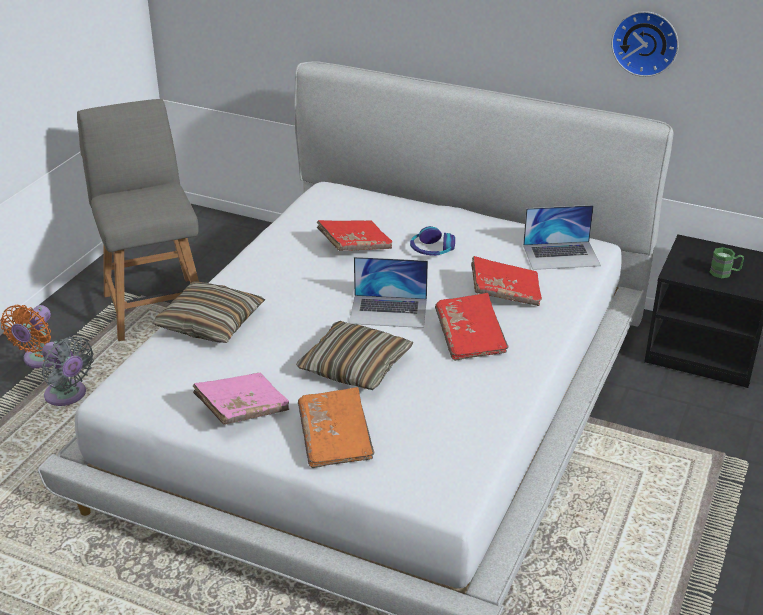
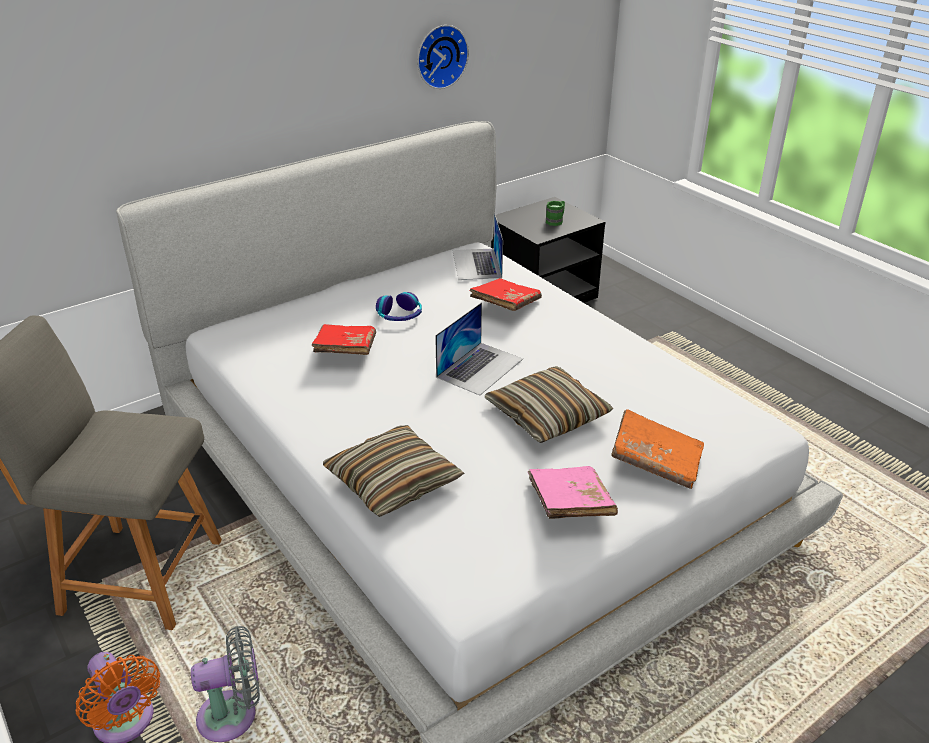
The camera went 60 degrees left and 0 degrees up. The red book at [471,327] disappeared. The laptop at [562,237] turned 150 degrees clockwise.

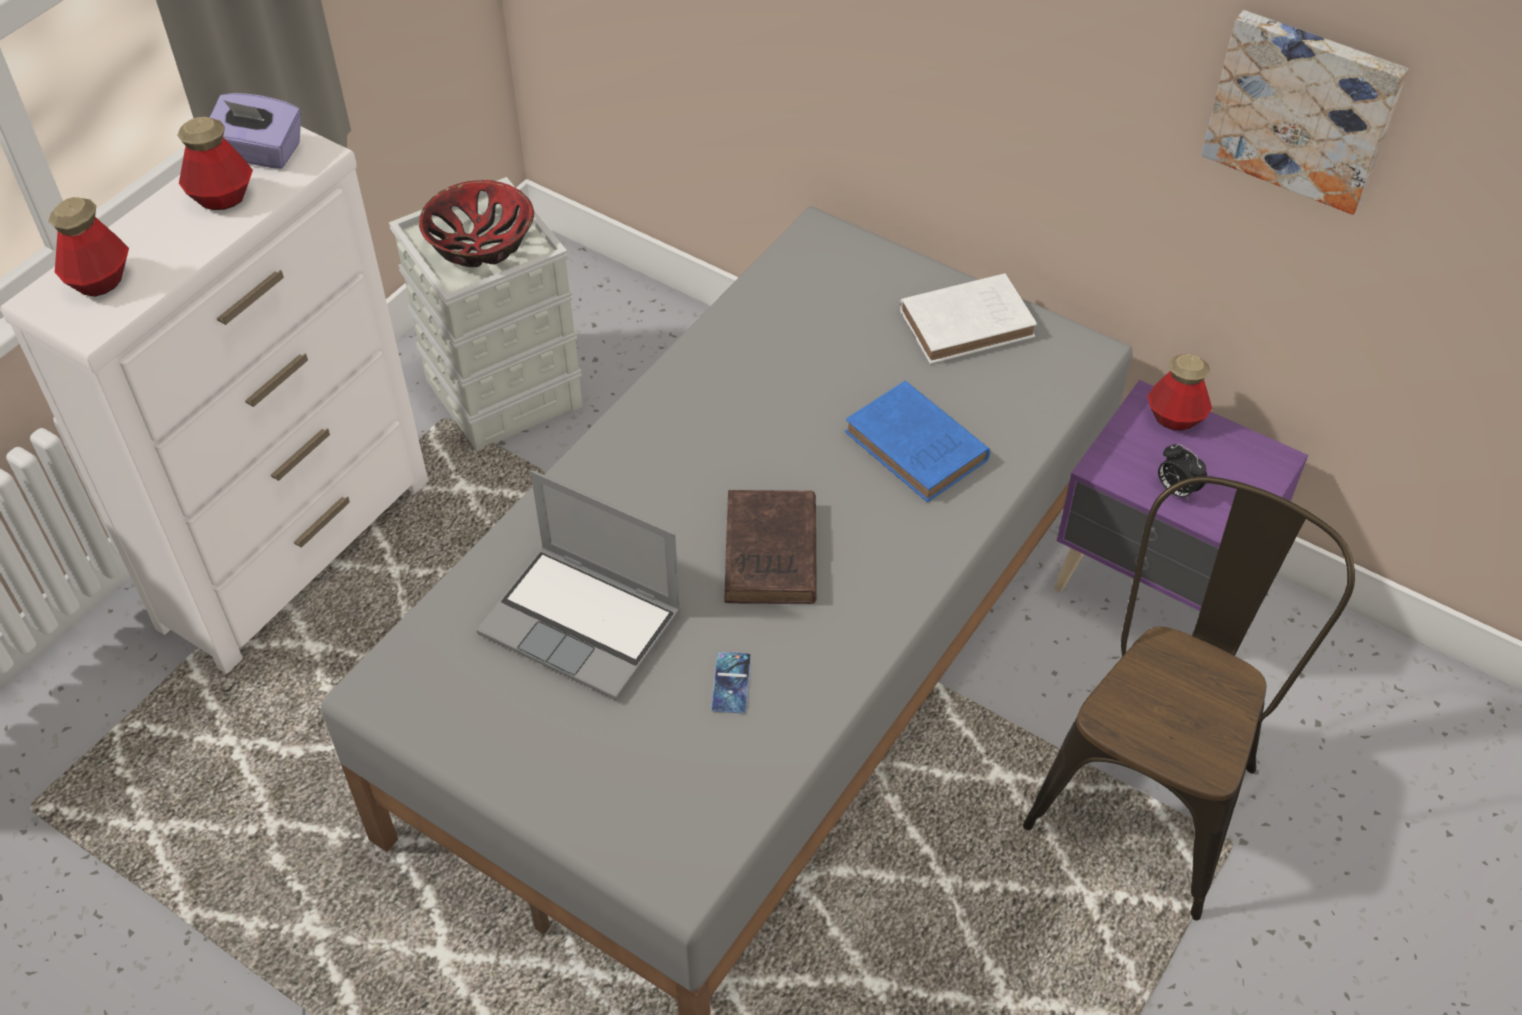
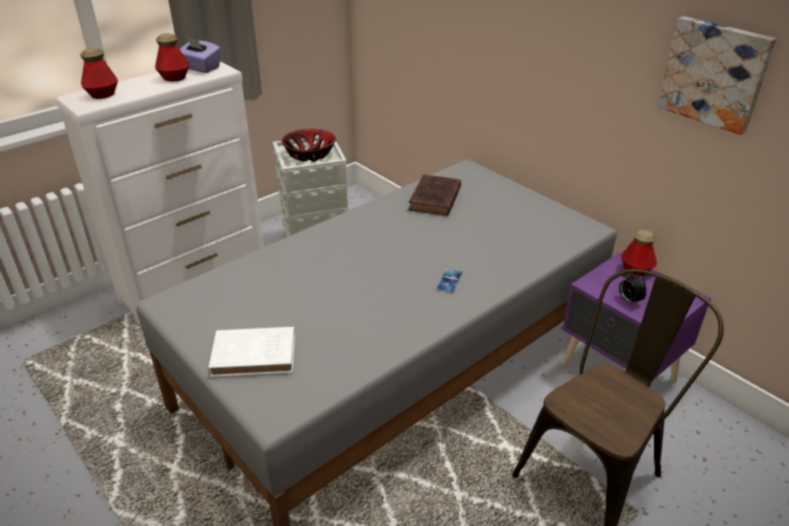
The camera went 15 degrees right and 15 degrees down. The laptop at [579,585] disappeared. The phone moved from [731,682] to [449,281]. The brown book moved from [770,547] to [434,195]. The blue book at [917,441] disappeared. The white book moved from [968,318] to [252,352].

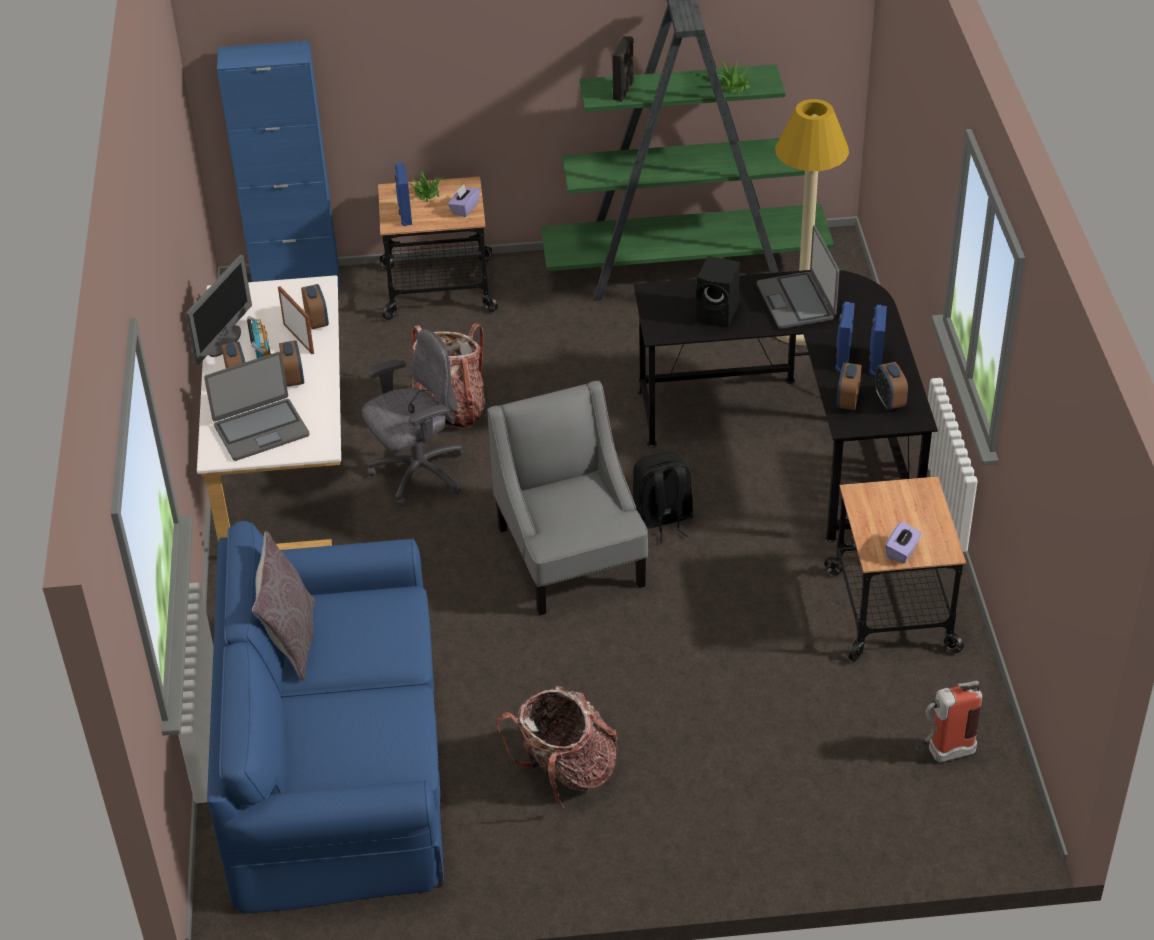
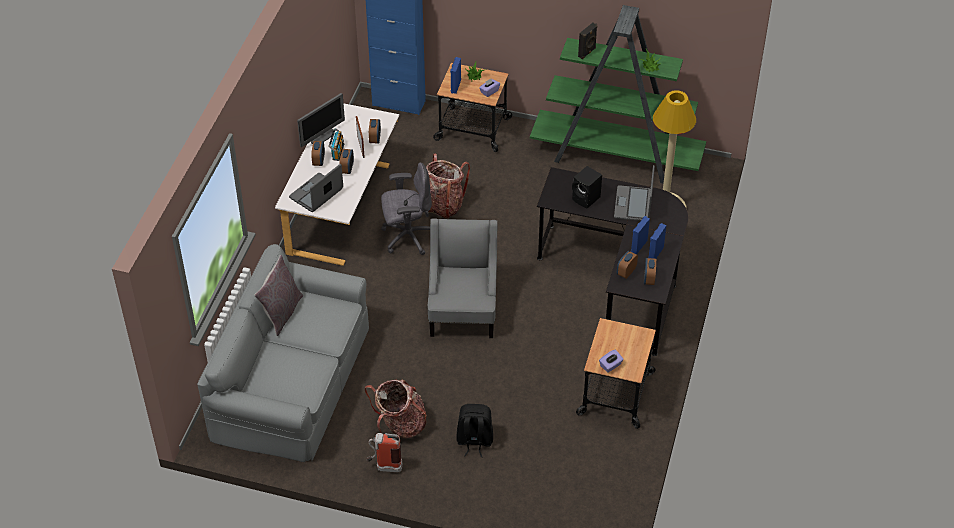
The camera went 20 degrees right and 5 degrees up. The laptop at [257,406] turned 135 degrees clockwise. The blue sofa at [325,717] became the grey sofa at [283,353]. The black backpack moved from [663,497] to [474,430]. The fire extinguisher moved from [948,721] to [384,452].

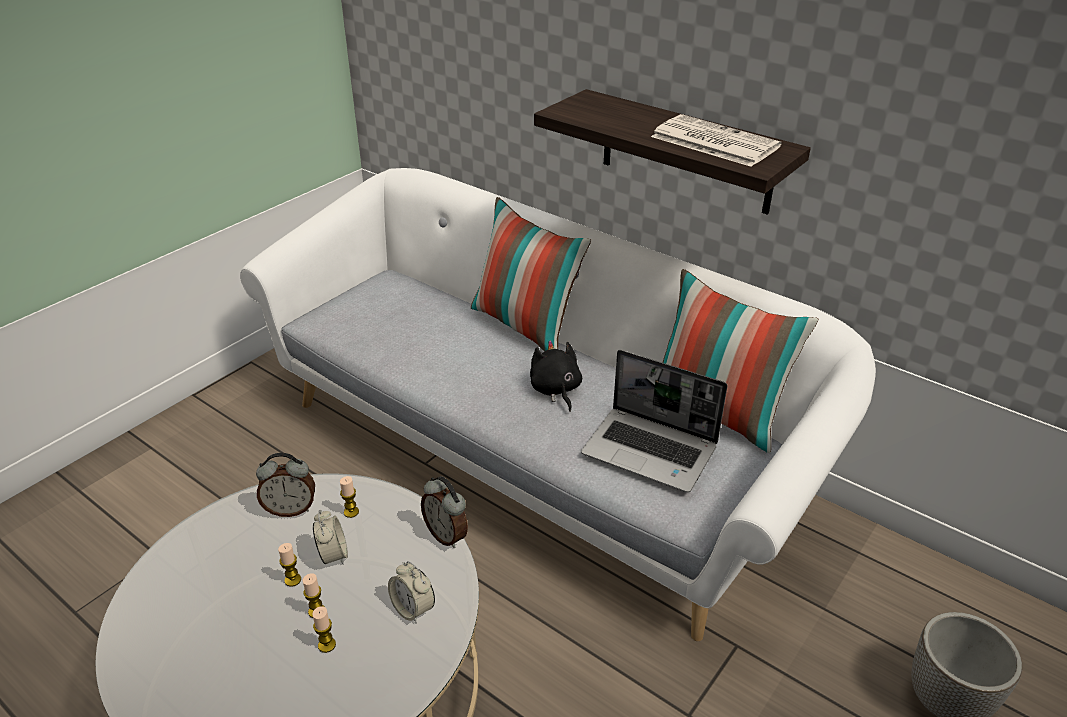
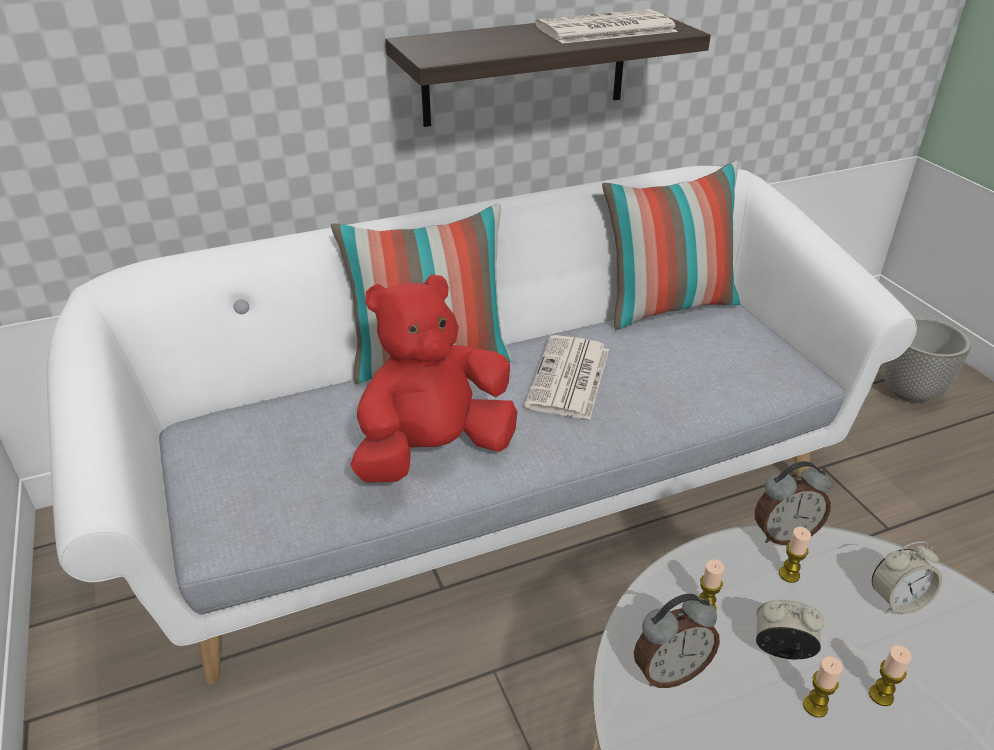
The camera went 60 degrees left and 0 degrees up. The alarm clock at [285,485] turned 45 degrees clockwise. The candle moved from [324,629] to [795,555]. The black plush toy at [556,376] was replaced by the newspaper at [566,377]. The laptop at [654,421] disappeared. The red plush toy at [433,378] appeared.

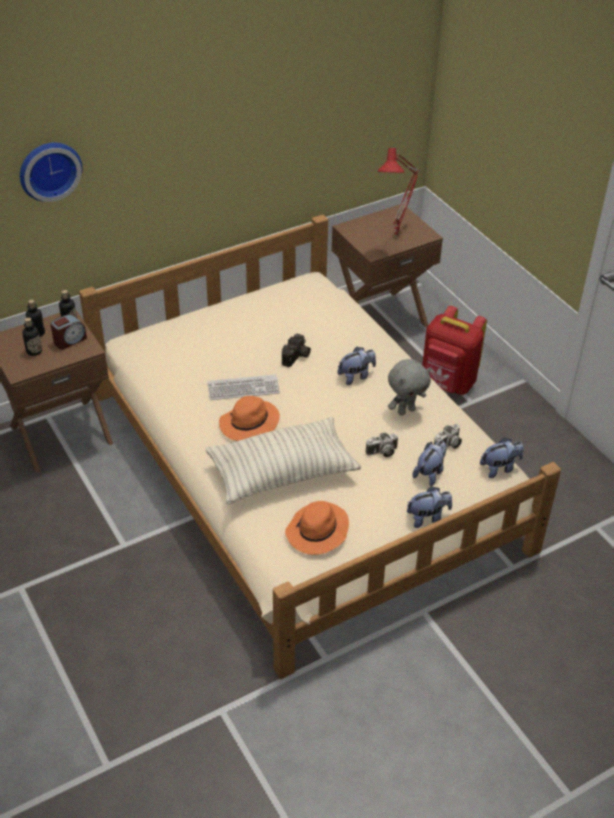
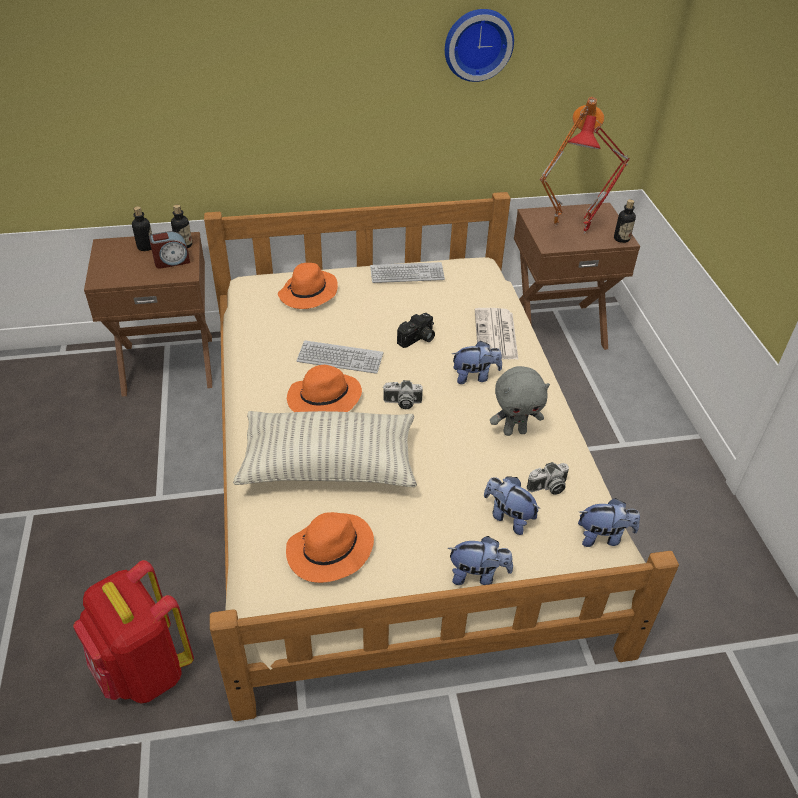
The camera went 20 degrees right and 0 degrees up. The wall clock moved from [51,172] to [479,45]. The bottle moved from [32,336] to [625,221]. The photo camera moved from [381,444] to [403,394]. The plush toy at [429,463] turned 105 degrees counterclockwise. The red backpack moved from [454,350] to [133,632]. The orange hat at [308,286] appeared. The keyboard at [407,272] appeared. The newspaper at [496,333] appeared. The orange table lamp at [572,162] appeared.

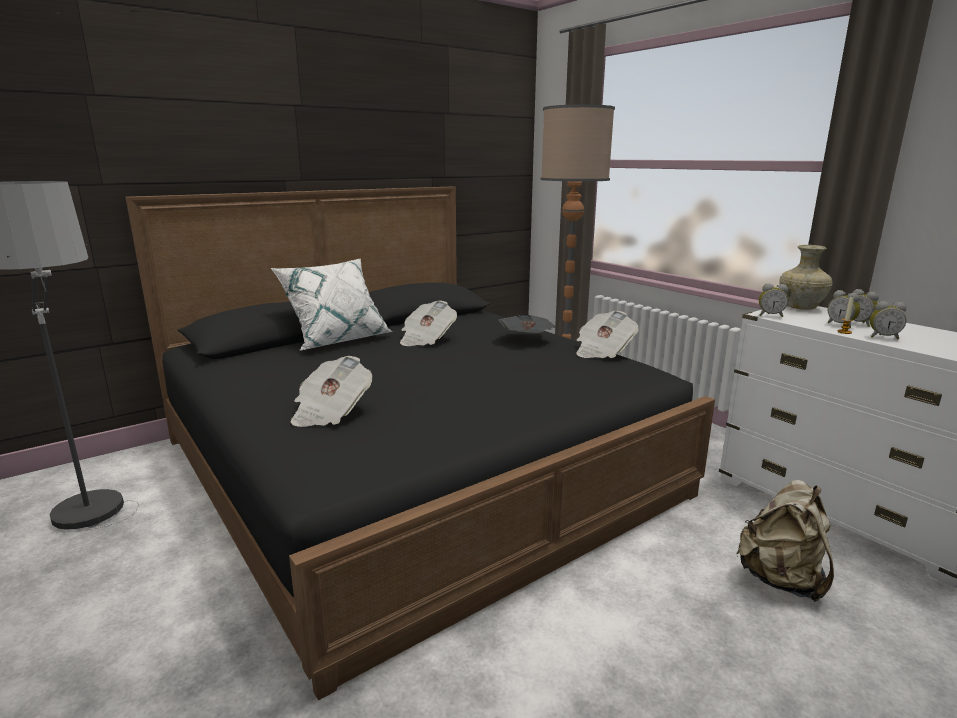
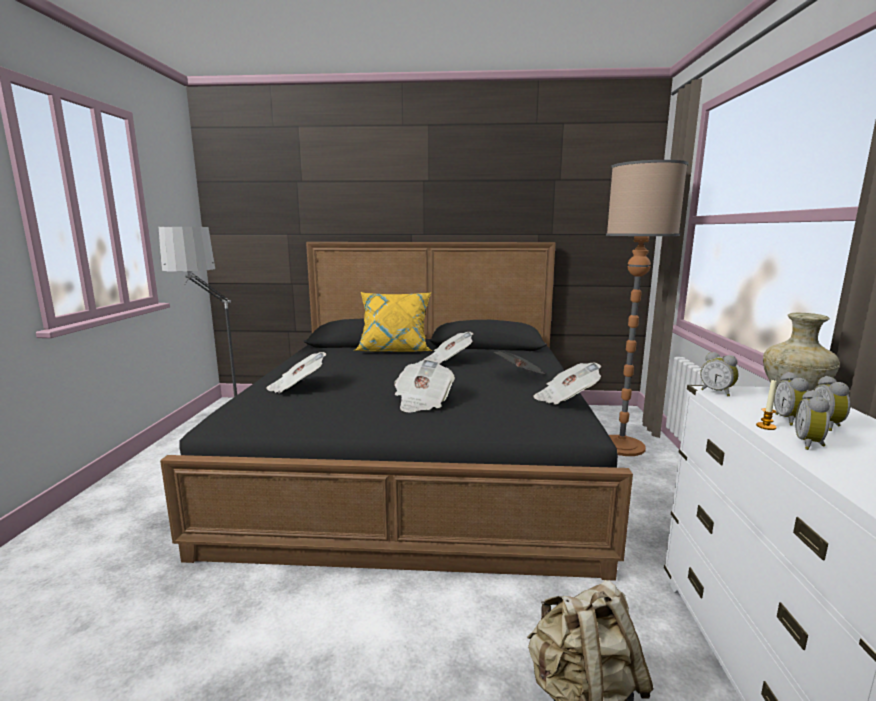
The camera went 40 degrees right and 5 degrees down. The white pillow at [331,304] became the yellow pillow at [393,322]. The alarm clock at [888,320] turned 60 degrees clockwise. The newspaper at [424,385] appeared.

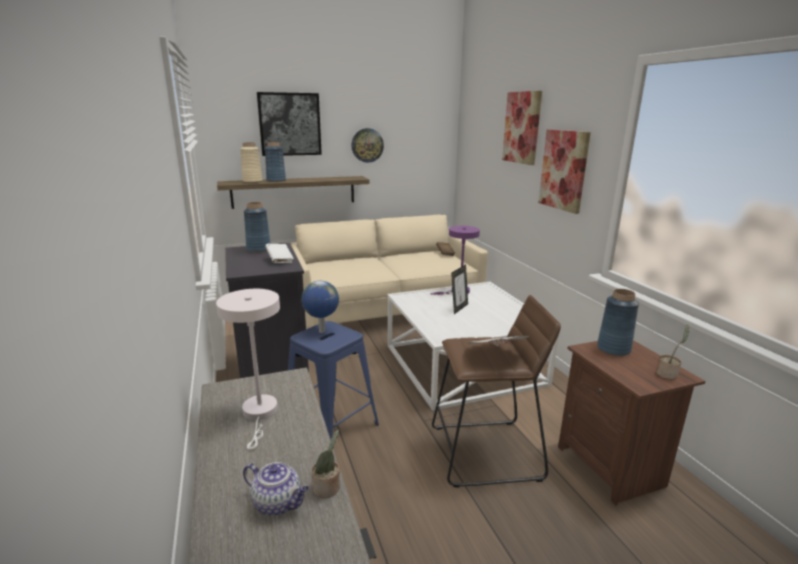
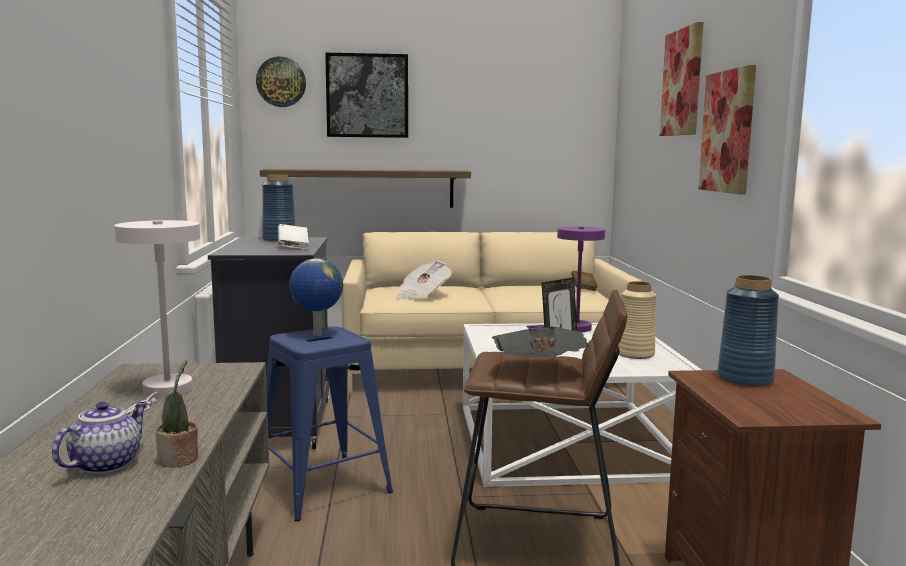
The camera went 15 degrees right and 10 degrees down. The beige vase moved from [251,162] to [637,320]. The teapot at [276,489] turned 105 degrees counterclockwise. The blue vase at [275,162] disappeared. The wall clock moved from [367,145] to [281,82]. The potted plant at [673,351] disappeared. The newspaper at [424,280] appeared.

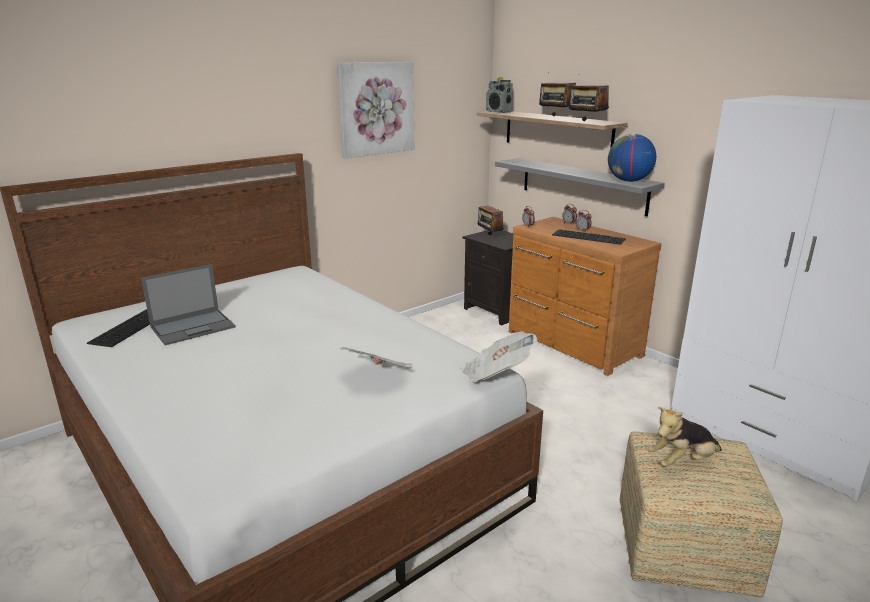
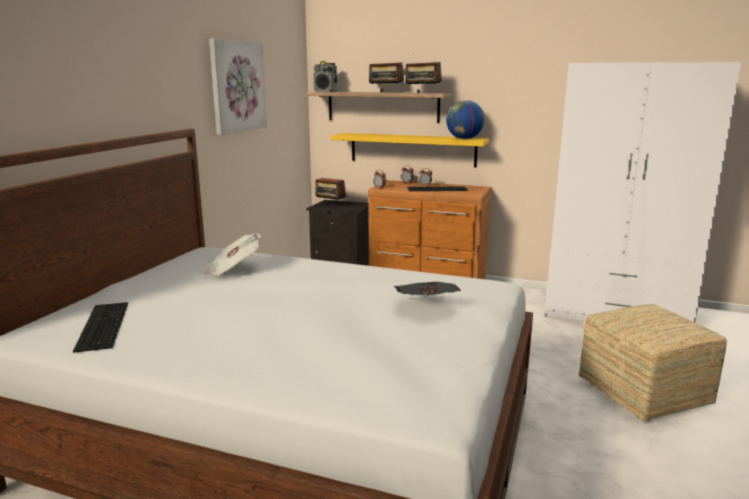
The camera went 30 degrees left and 5 degrees down. The laptop at [188,304] disappeared. The newspaper moved from [498,357] to [231,254]. The grey shelf at [580,187] became the yellow shelf at [410,150]. The plush toy at [685,437] disappeared.

